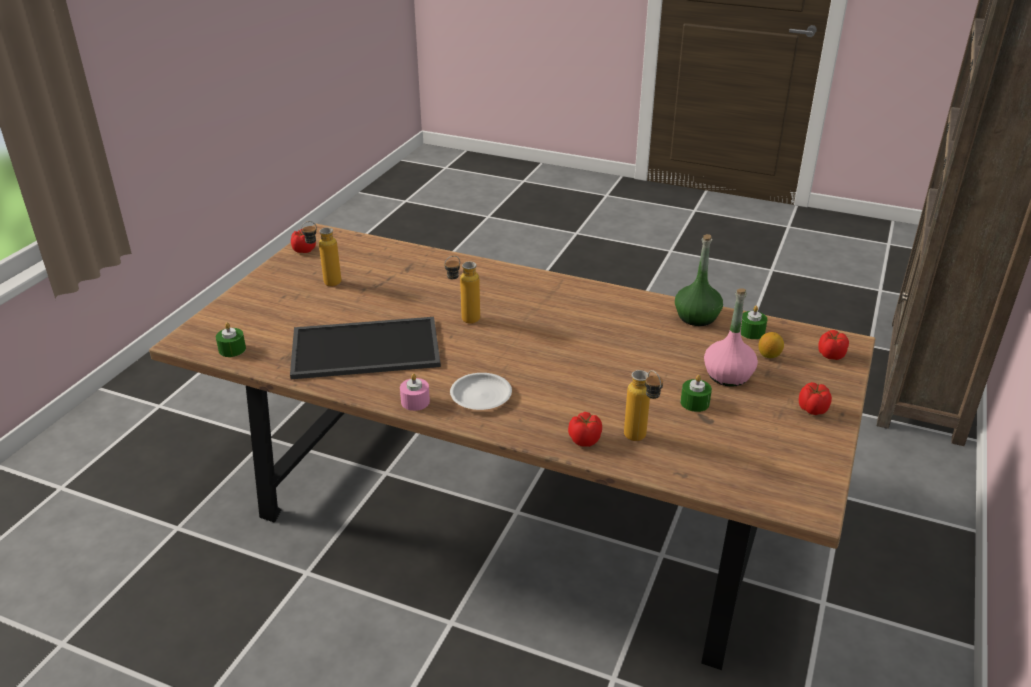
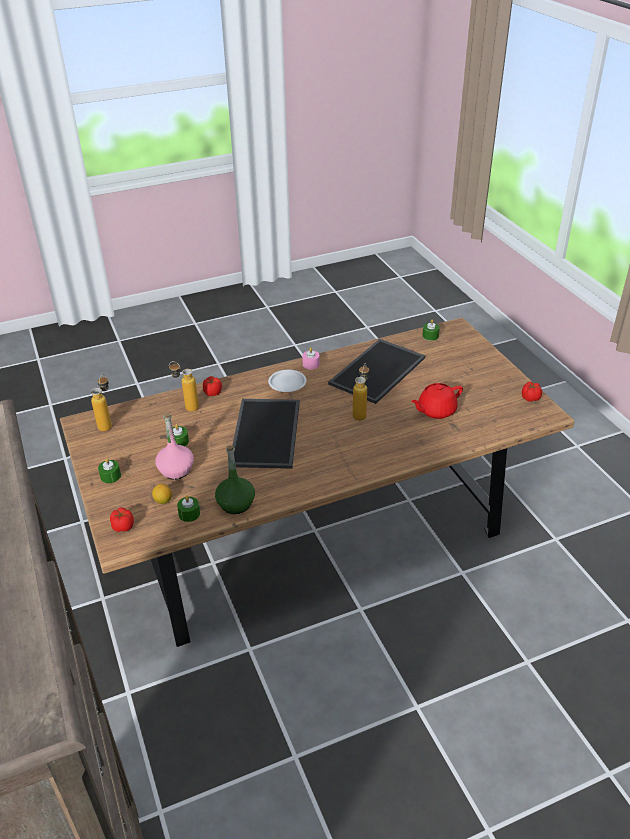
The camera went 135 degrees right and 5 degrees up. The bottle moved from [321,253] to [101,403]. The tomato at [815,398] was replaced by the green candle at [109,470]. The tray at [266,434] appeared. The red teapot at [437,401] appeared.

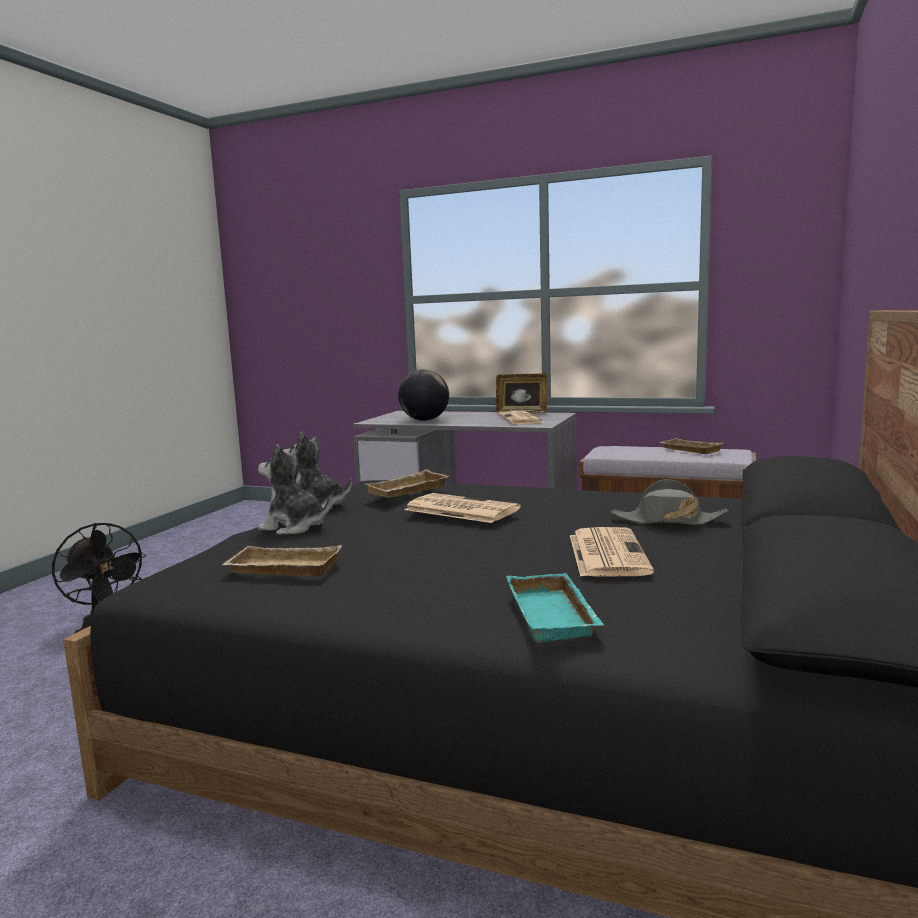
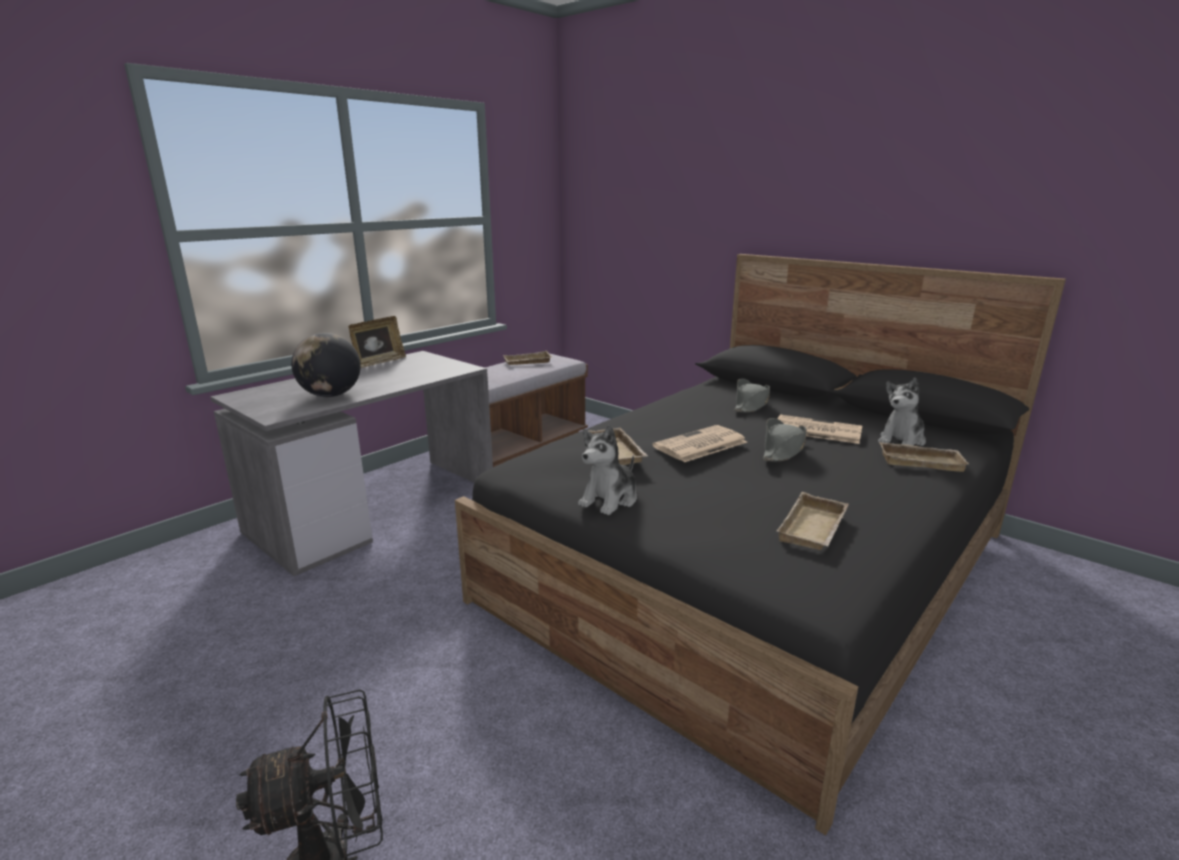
The camera went 70 degrees left and 10 degrees up. The plush toy moved from [294,489] to [902,412]. The newspaper at [521,417] disappeared. The turquoise tray at [555,608] became the beige tray at [924,457]. The grey hat at [784,440] appeared.

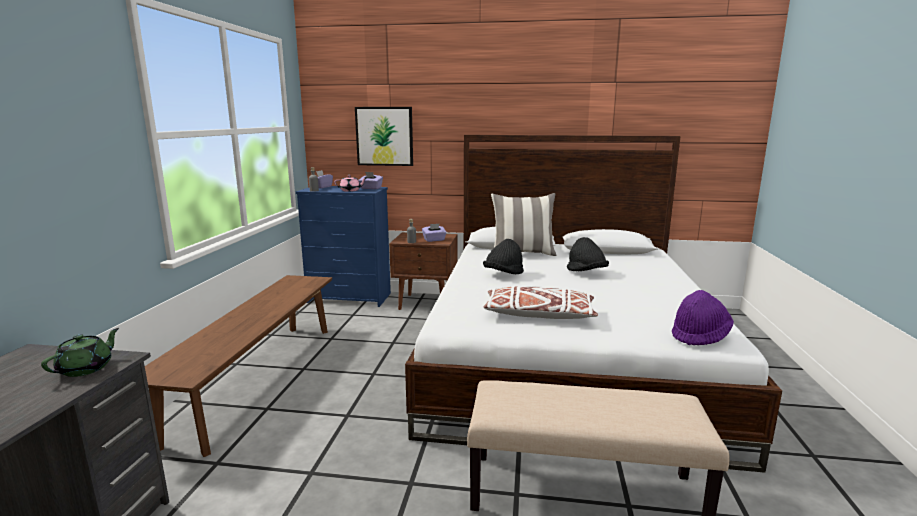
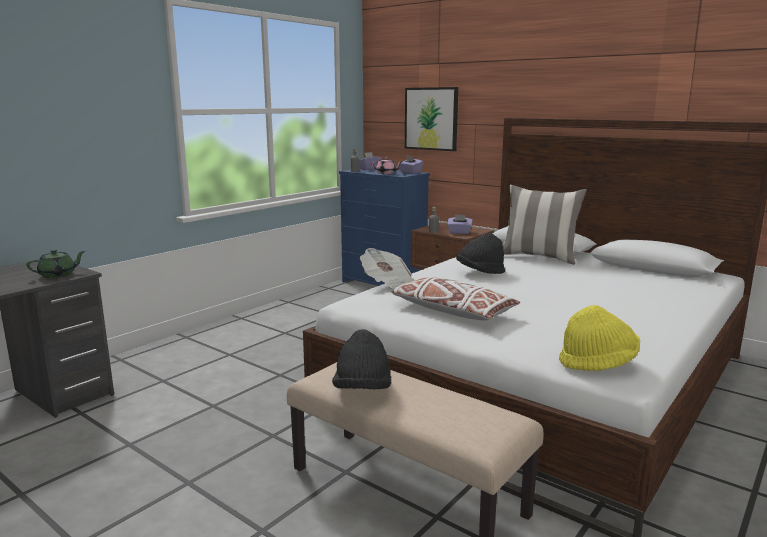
The camera went 30 degrees right and 0 degrees up. The brown bench at [238,366] disappeared. The black hat moved from [588,254] to [361,359]. The purple hat at [703,317] became the yellow hat at [599,338]. The newspaper at [387,268] appeared.

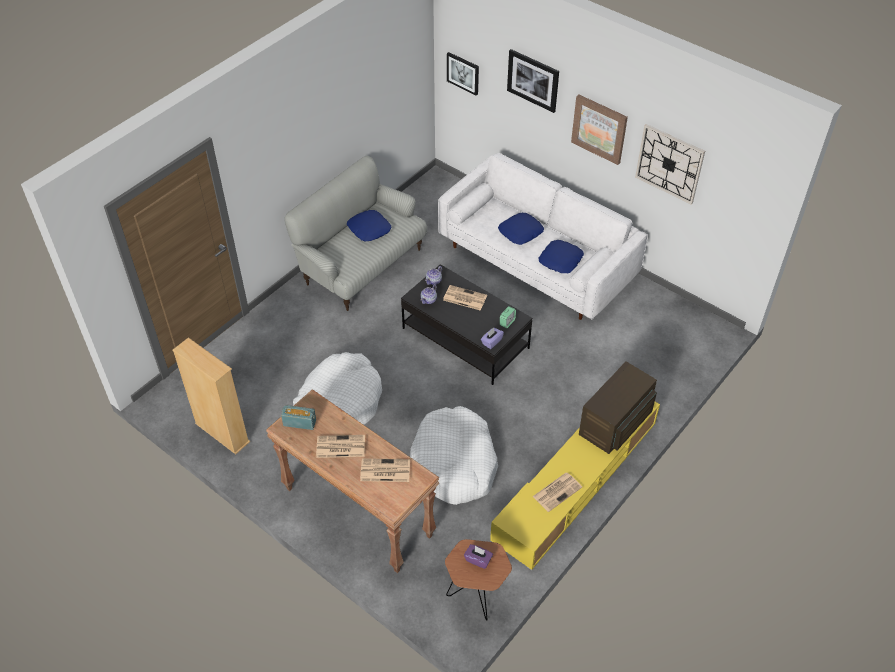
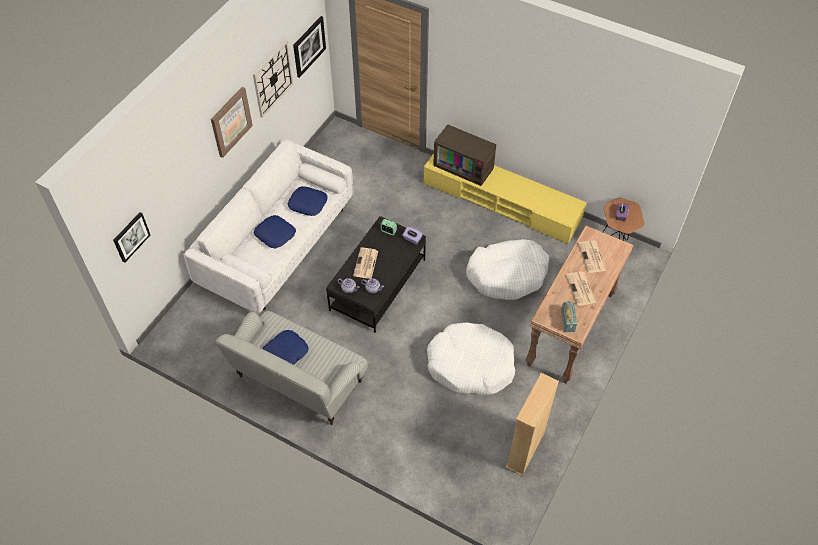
The camera went 100 degrees left and 5 degrees up. The picture moved from [533,81] to [309,47]. The newspaper at [557,492] disappeared.

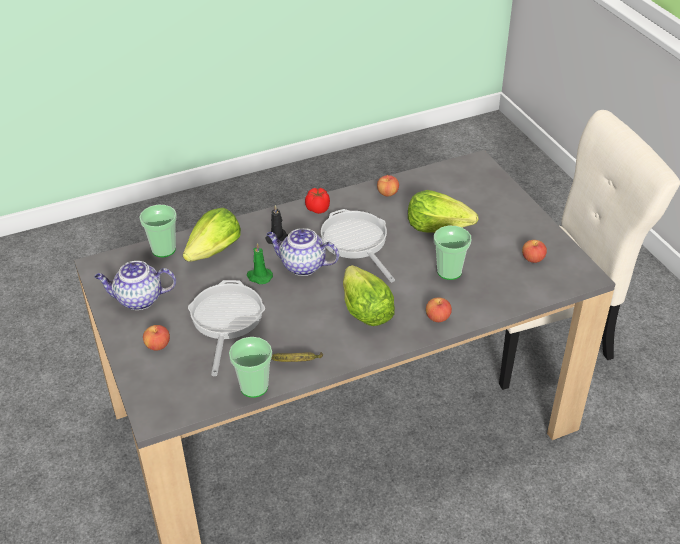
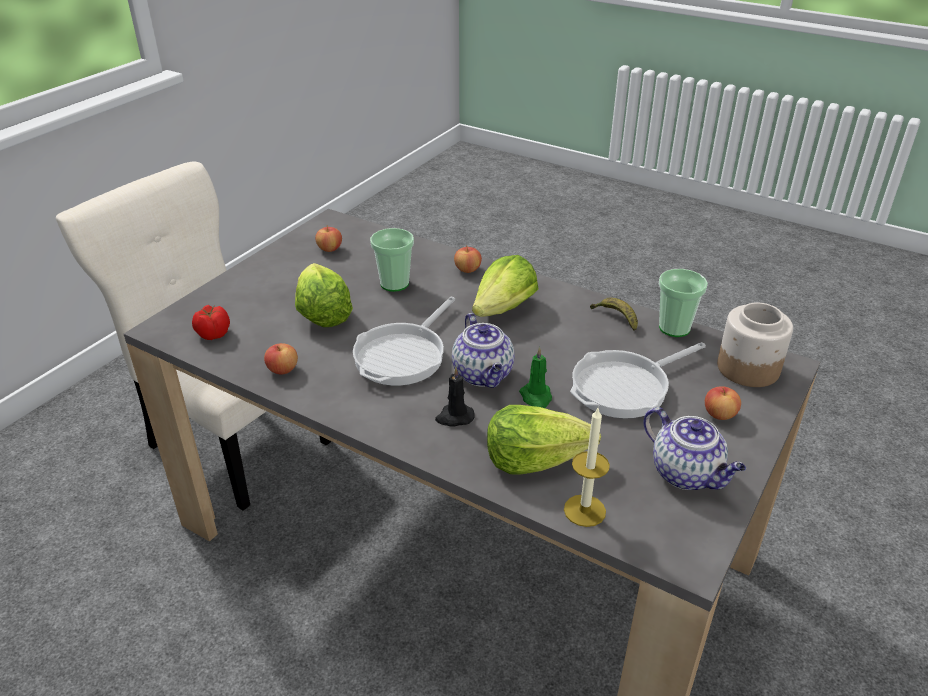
The camera went 125 degrees left and 5 degrees down. The cup at [158,231] was replaced by the candle at [587,467]. The tomato moved from [317,201] to [211,322]. The jar at [755,344] appeared.

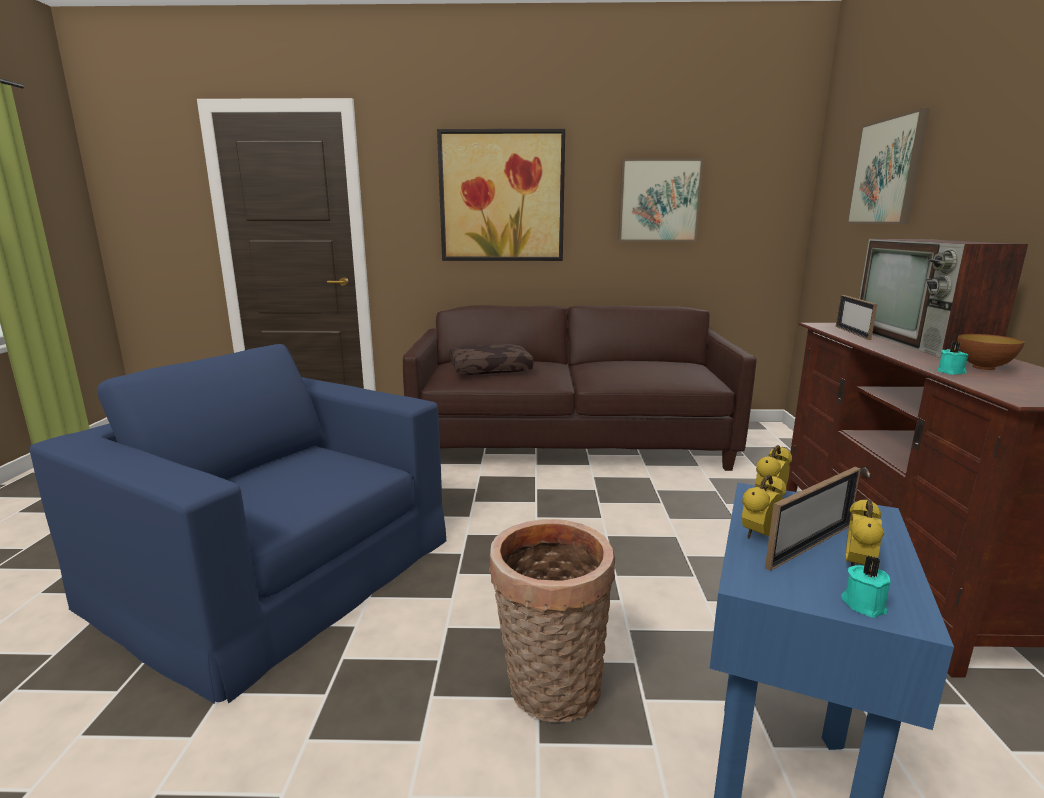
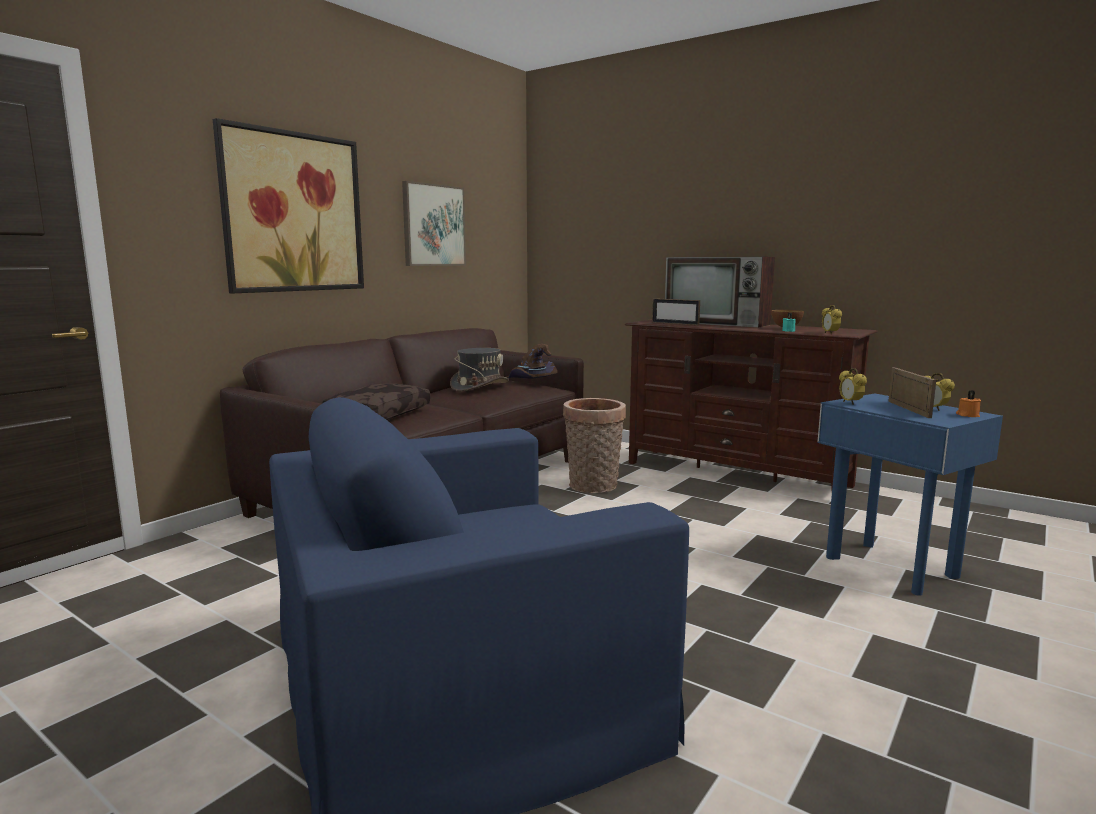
The camera went 55 degrees left and 5 degrees down. The basket moved from [552,620] to [594,445]. The alarm clock moved from [764,507] to [832,319]. The turquoise candle at [866,587] became the orange candle at [968,403]. The picture at [888,166] disappeared. The grey hat at [479,370] appeared. The brown hat at [532,361] appeared.

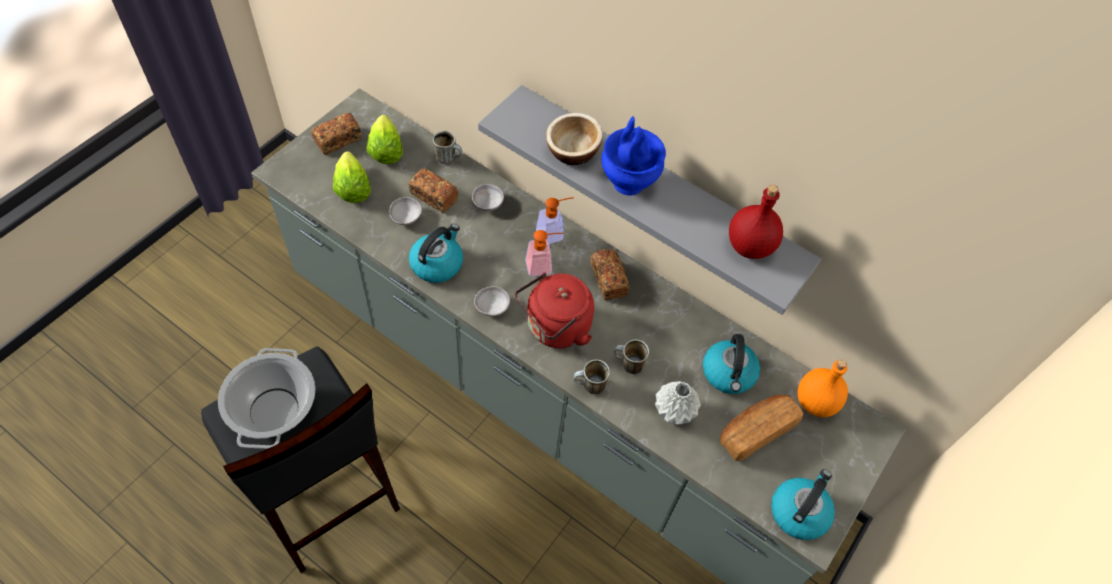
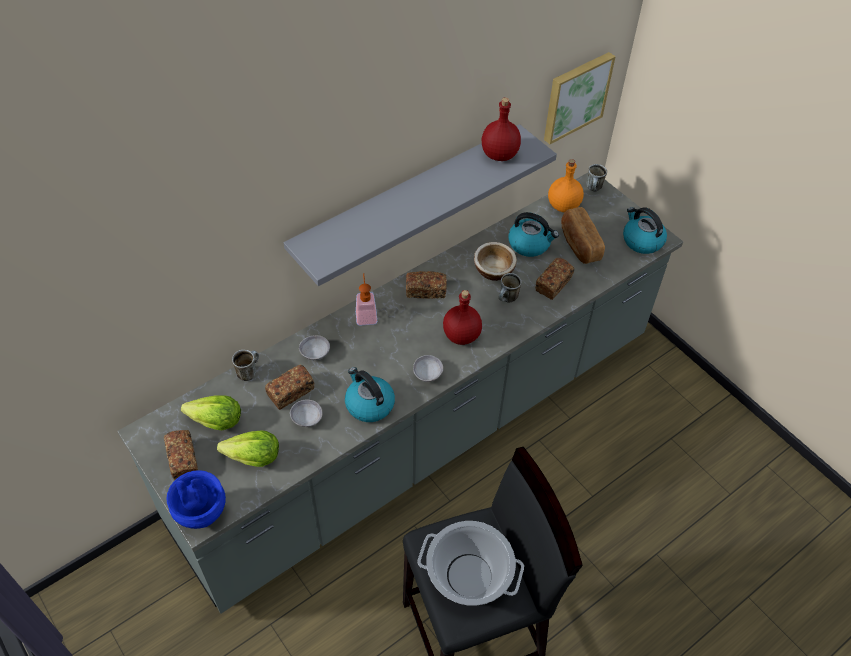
The camera went 70 degrees left and 5 degrees down. The red kettle at [554,310] was replaced by the red bottle at [462,317]. The soap dispenser at [544,253] disappeared. The bowl moved from [574,139] to [495,261]. The mug moved from [591,376] to [596,178]. The blue vase moved from [634,156] to [196,499]. The grey vase at [678,403] was replaced by the bread at [554,279]. The picture at [580,98] appeared.

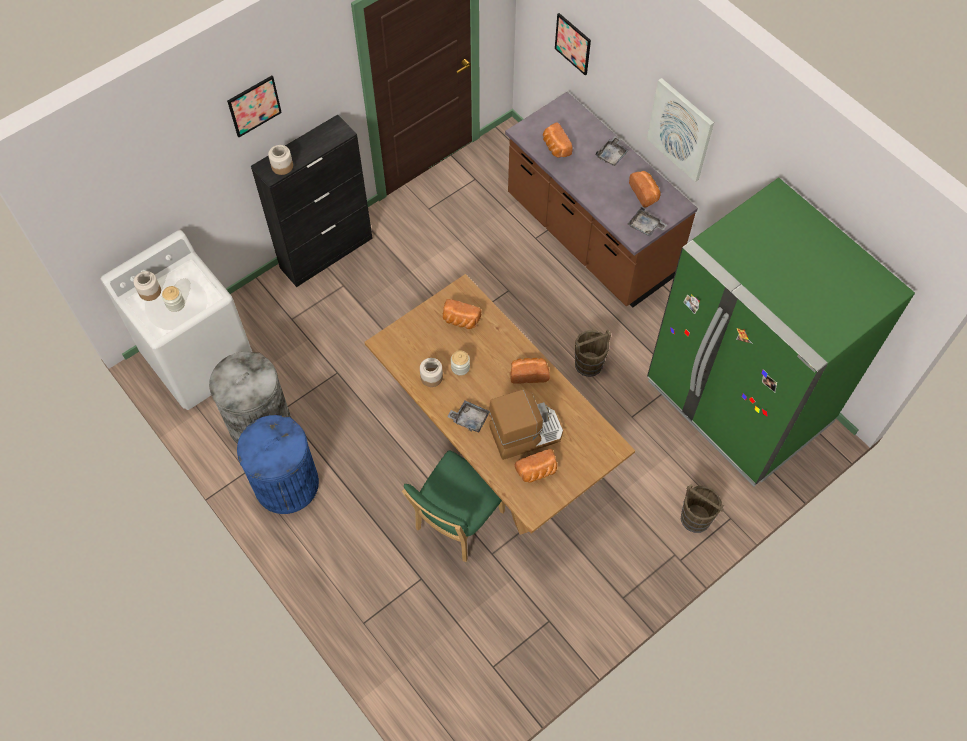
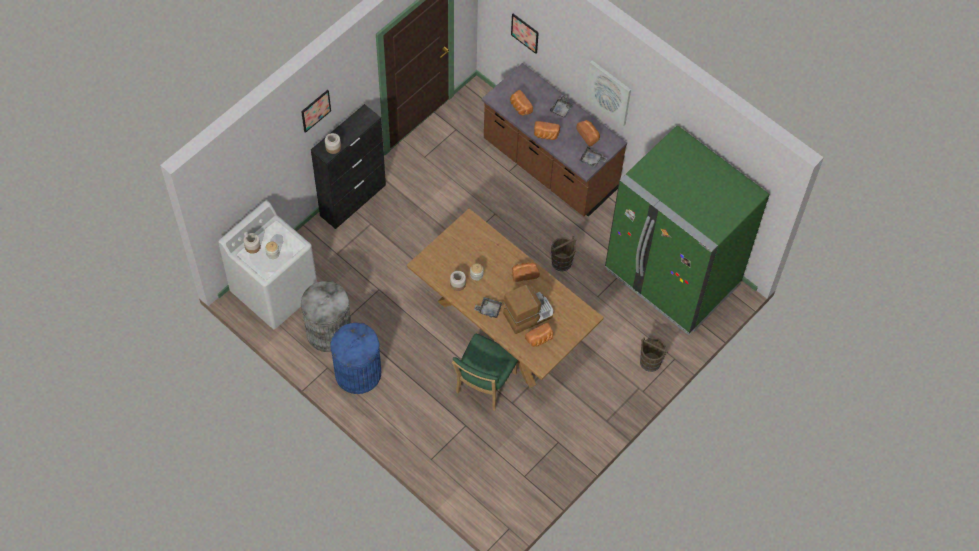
The camera went 10 degrees left and 0 degrees up. The bread moved from [462,314] to [547,130].

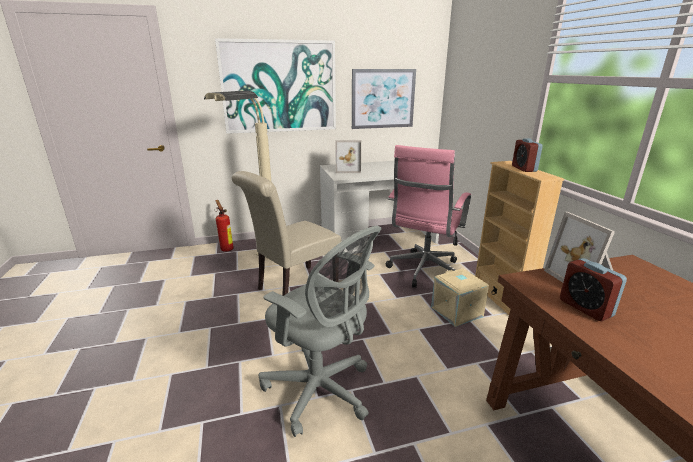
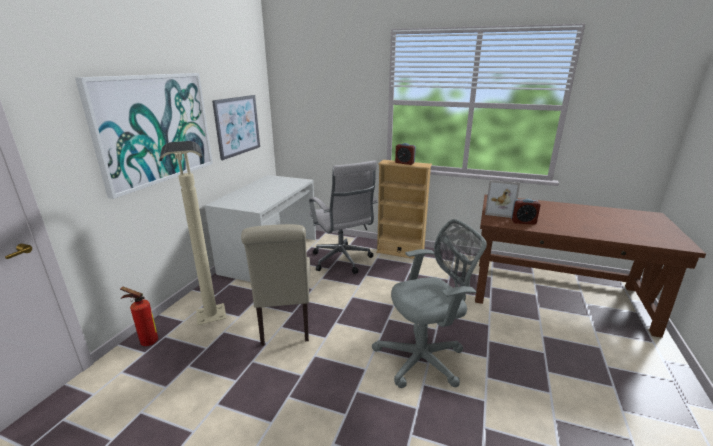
The camera went 55 degrees left and 0 degrees up. The picture frame at [348,156] disappeared. The pink office chair at [428,216] became the white office chair at [343,217]. The beige storage box at [460,297] disappeared.

